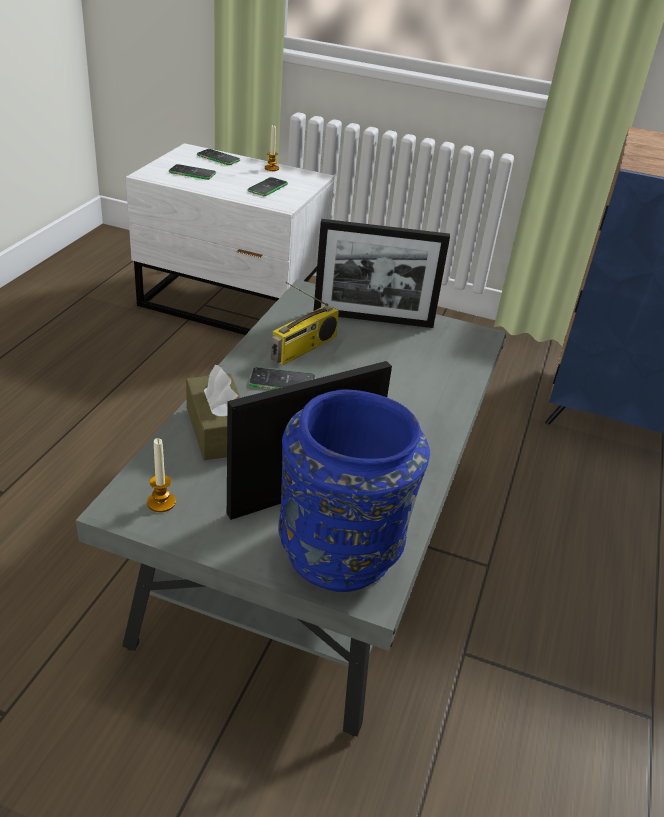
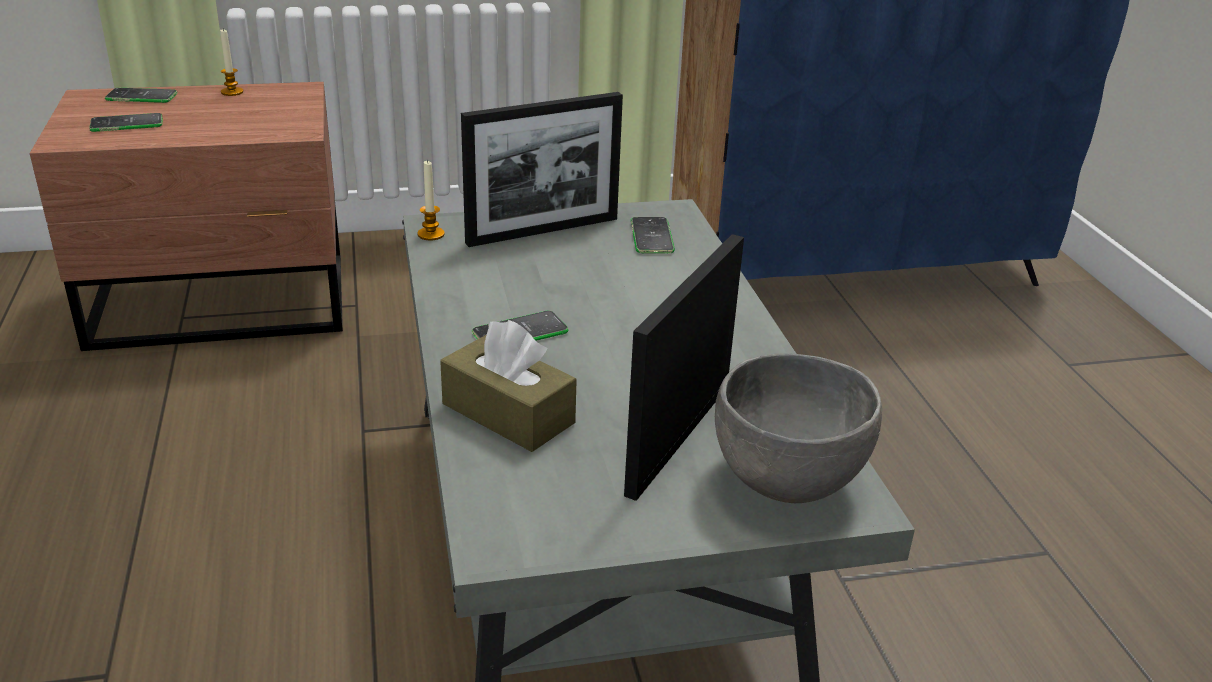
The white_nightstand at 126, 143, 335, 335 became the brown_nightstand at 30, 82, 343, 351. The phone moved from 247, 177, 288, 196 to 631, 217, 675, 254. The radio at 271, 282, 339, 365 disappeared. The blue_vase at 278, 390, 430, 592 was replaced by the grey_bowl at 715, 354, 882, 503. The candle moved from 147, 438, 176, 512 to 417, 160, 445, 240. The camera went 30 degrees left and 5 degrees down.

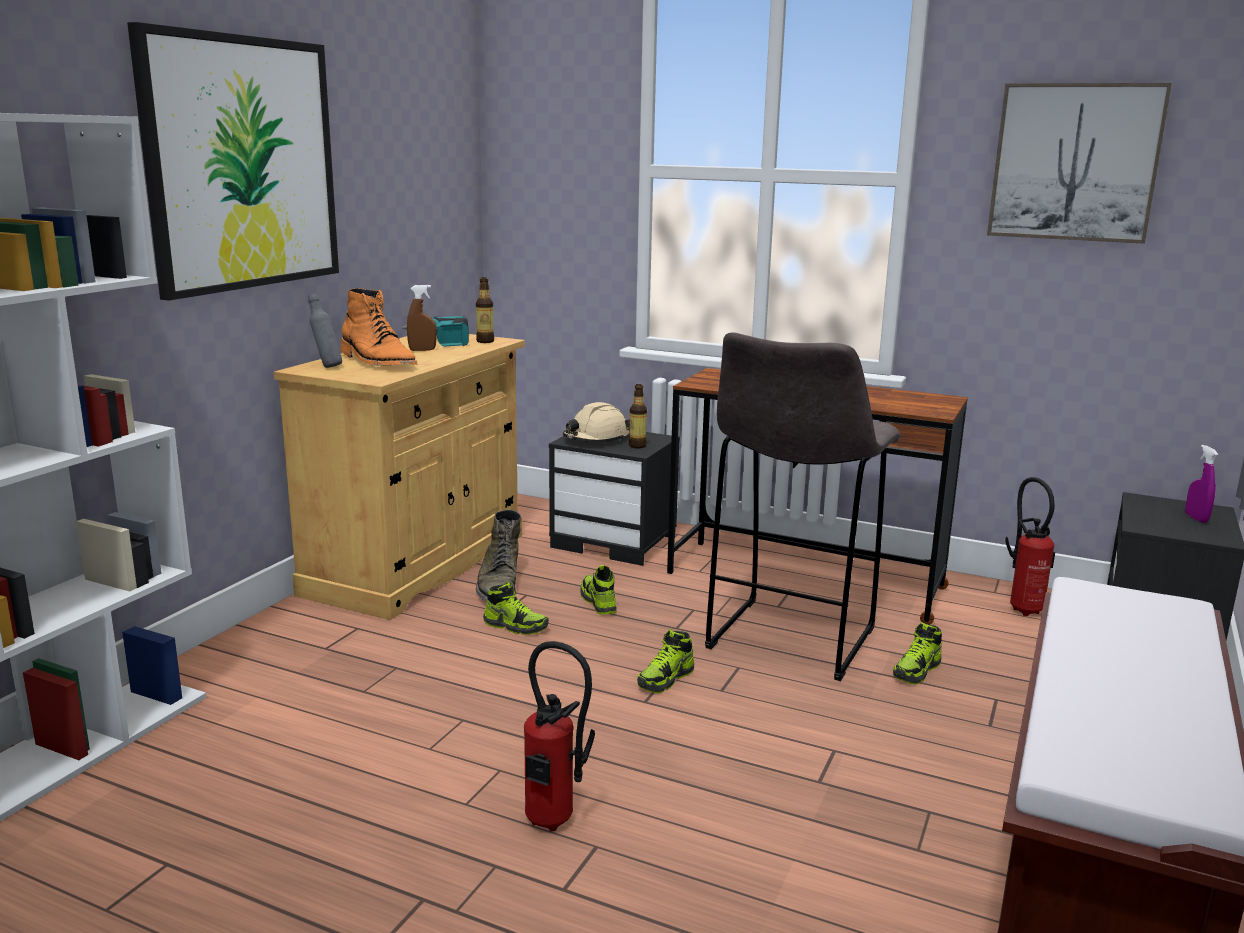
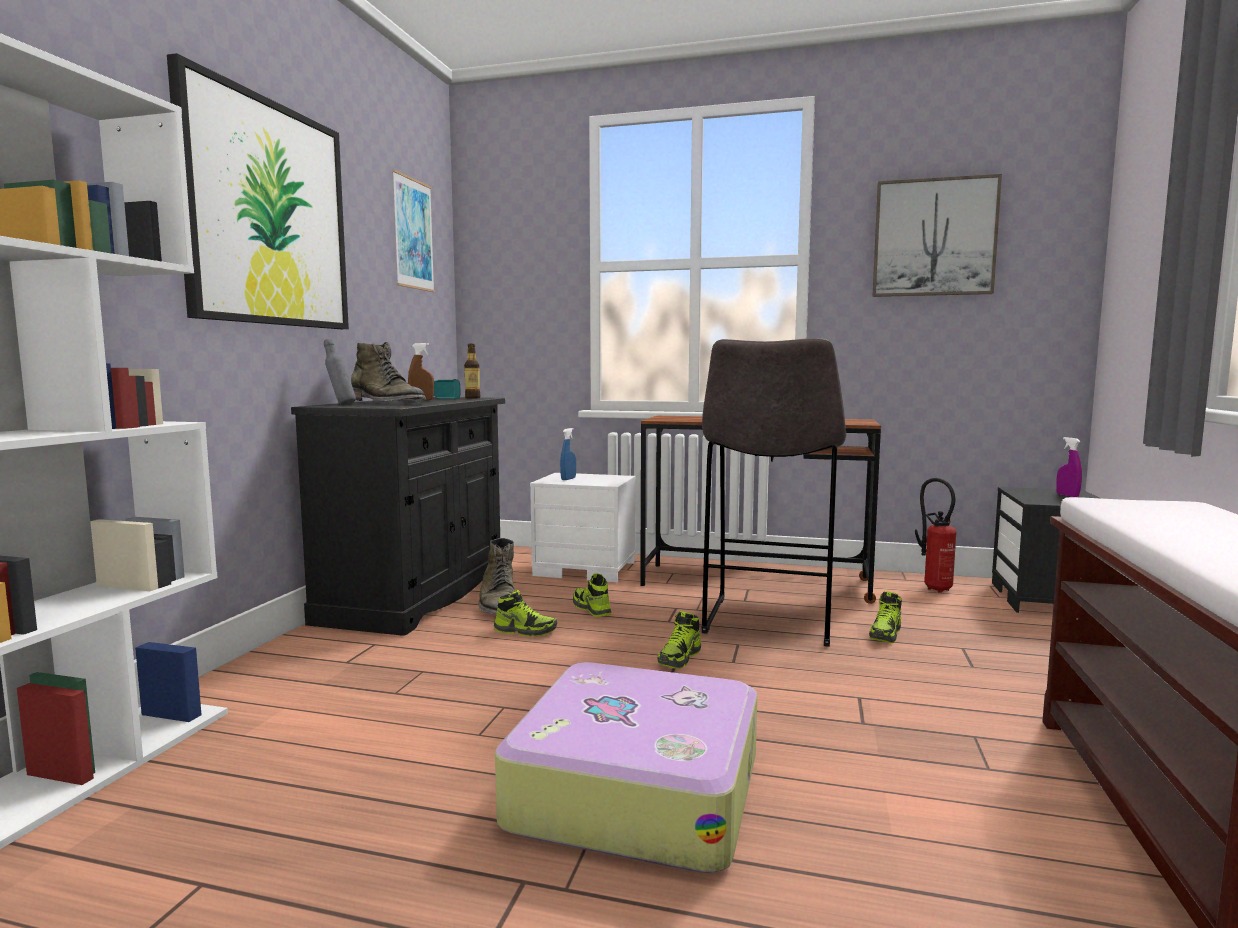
The orange_boot at 341, 288, 417, 366 became the green_boot at 351, 342, 426, 403. The beige_cabinet at 274, 334, 525, 620 became the black_cabinet at 291, 397, 505, 636. The bottle at 629, 384, 647, 448 disappeared. The beige_hard_hat at 563, 402, 630, 442 was replaced by the blue_spray_bottle at 560, 428, 576, 480. The black_nightstand at 549, 430, 680, 566 became the white_nightstand at 530, 473, 636, 582. The fire_extinguisher at 524, 641, 595, 831 was replaced by the suitcase at 495, 662, 757, 873. The picture at 392, 169, 435, 292 appeared. The camera went 10 degrees left and 10 degrees down.

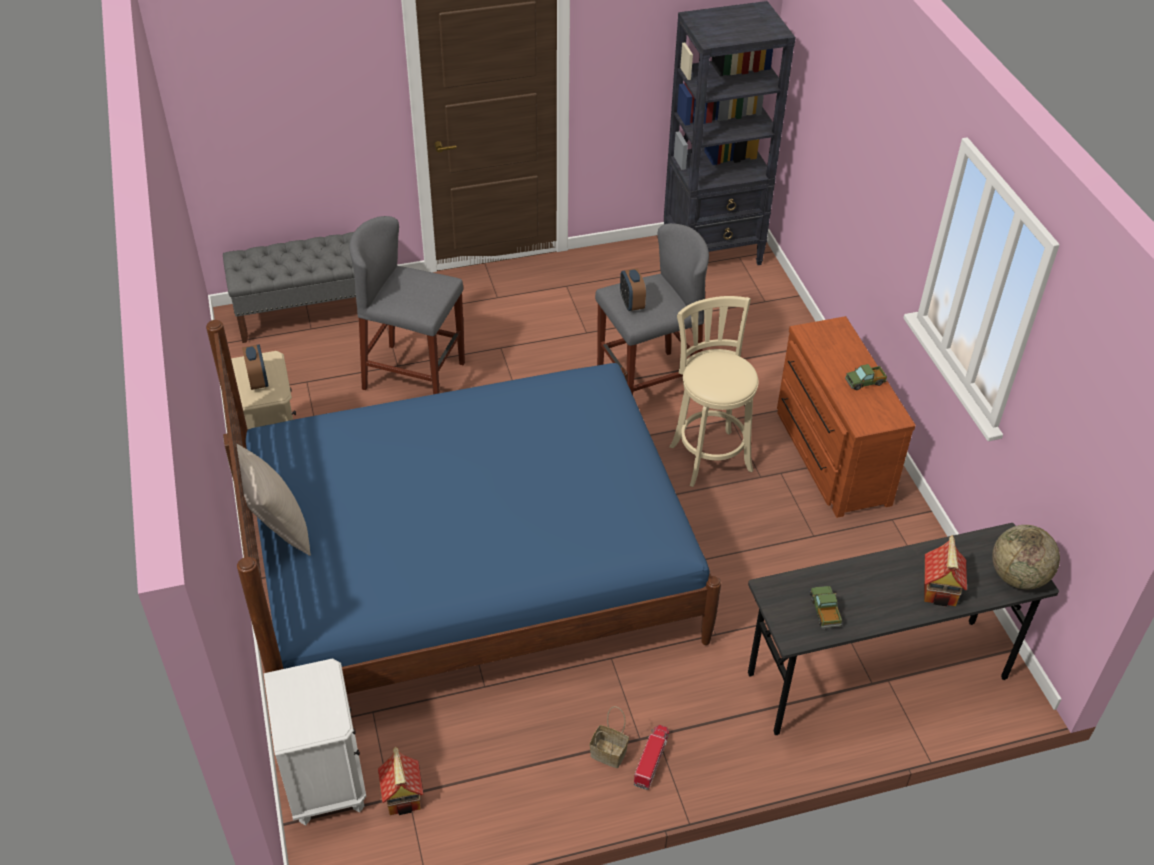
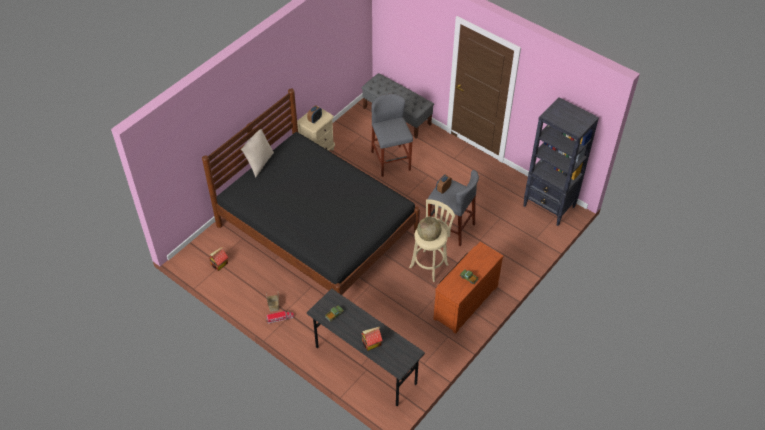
The blue_bed at 206, 320, 721, 694 became the black_bed at 202, 88, 420, 295. The globe moved from 992, 525, 1060, 589 to 417, 217, 442, 241. The white_nightstand at 264, 658, 366, 826 disappeared. The camera went 55 degrees right and 5 degrees up.

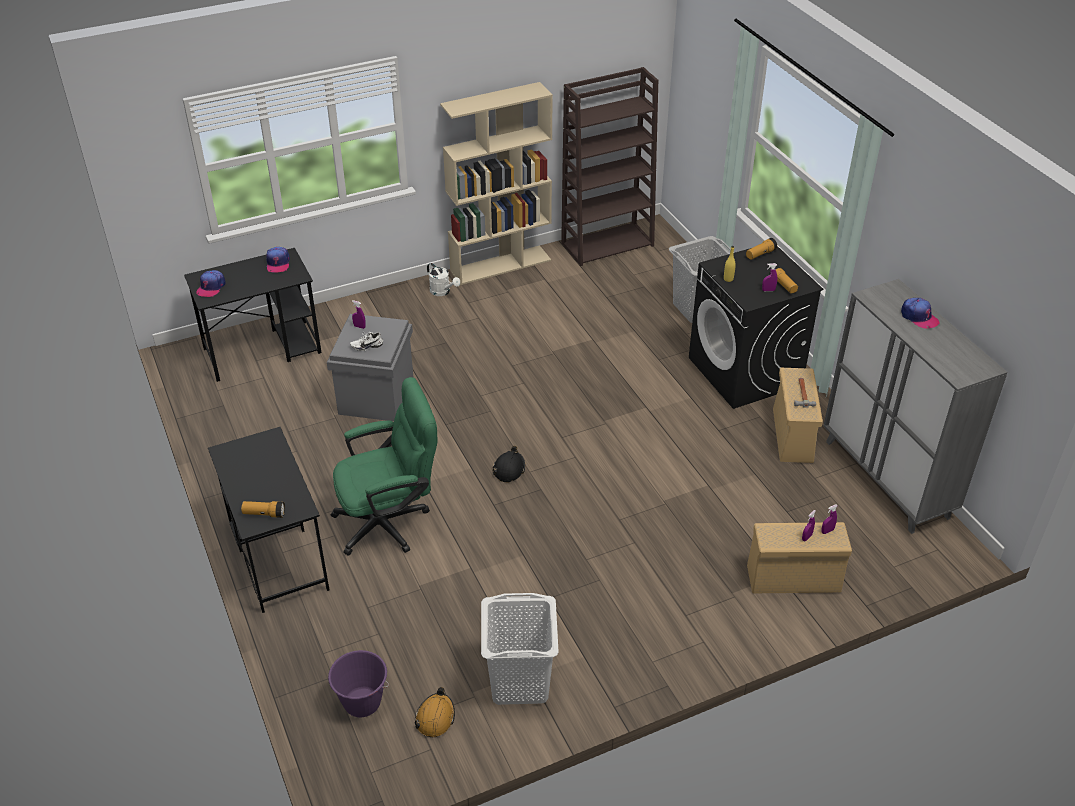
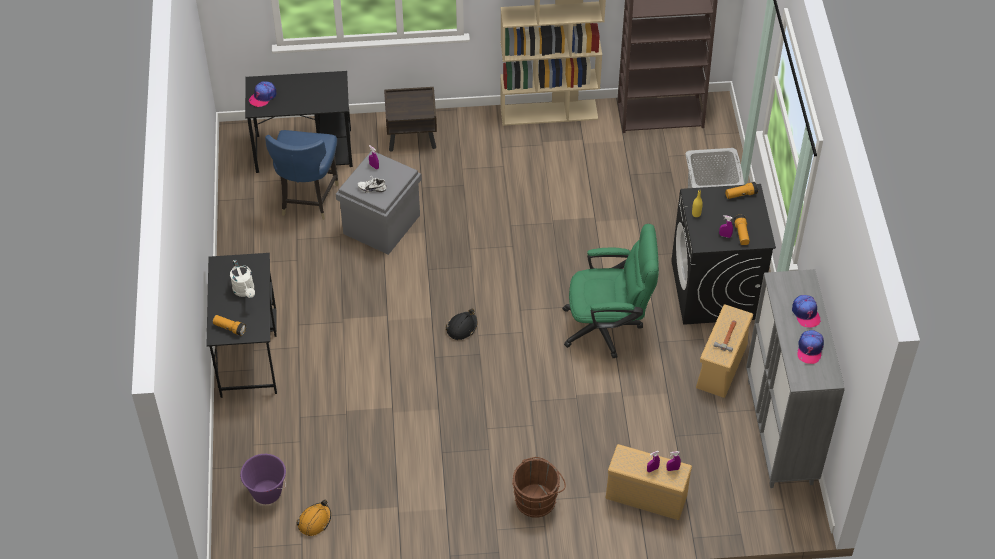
The cap moved from 266, 247, 290, 273 to 797, 330, 824, 364. The white_watering_can moved from 427, 263, 460, 296 to 230, 260, 255, 298. The green_office_chair moved from 331, 377, 437, 555 to 562, 224, 659, 358. The white_laundry_basket at 481, 593, 559, 705 disappeared. The brown_nightstand at 384, 87, 437, 152 appeared. The blue_chair at 265, 130, 339, 220 appeared. The brown_bucket at 512, 457, 566, 518 appeared. The camera went 20 degrees right and 10 degrees up.

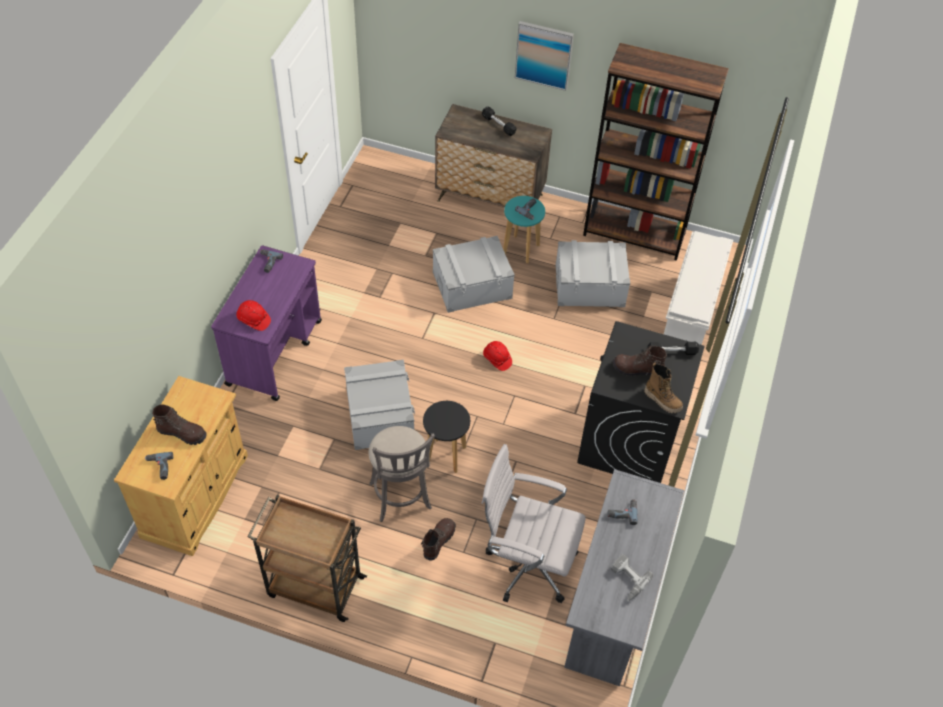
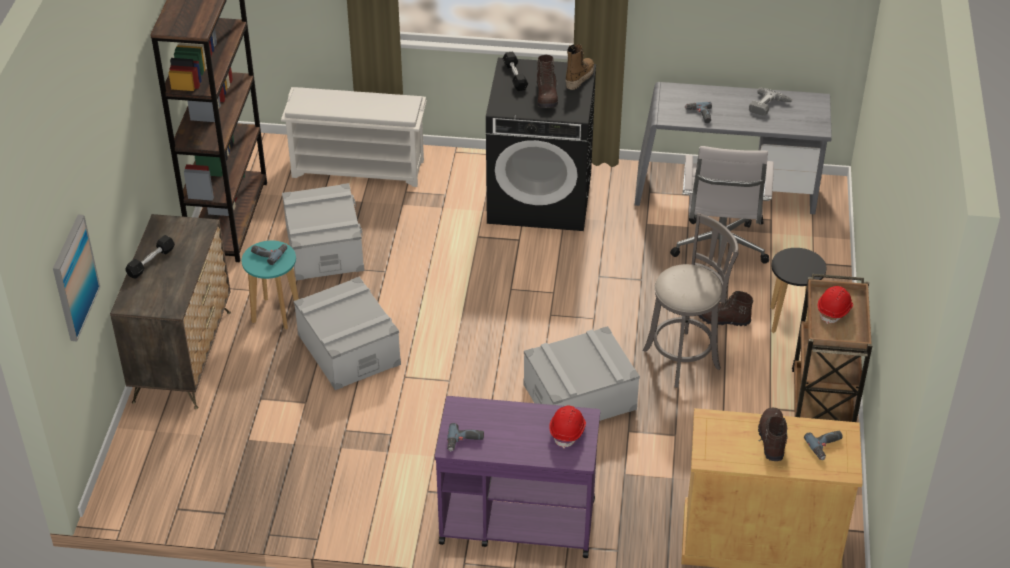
The picture moved from 515, 21, 574, 91 to 53, 215, 100, 341. The red_hard_hat moved from 483, 341, 512, 371 to 818, 286, 853, 324. The black_stool moved from 423, 401, 470, 473 to 770, 248, 826, 333. The camera went 100 degrees left and 10 degrees down.

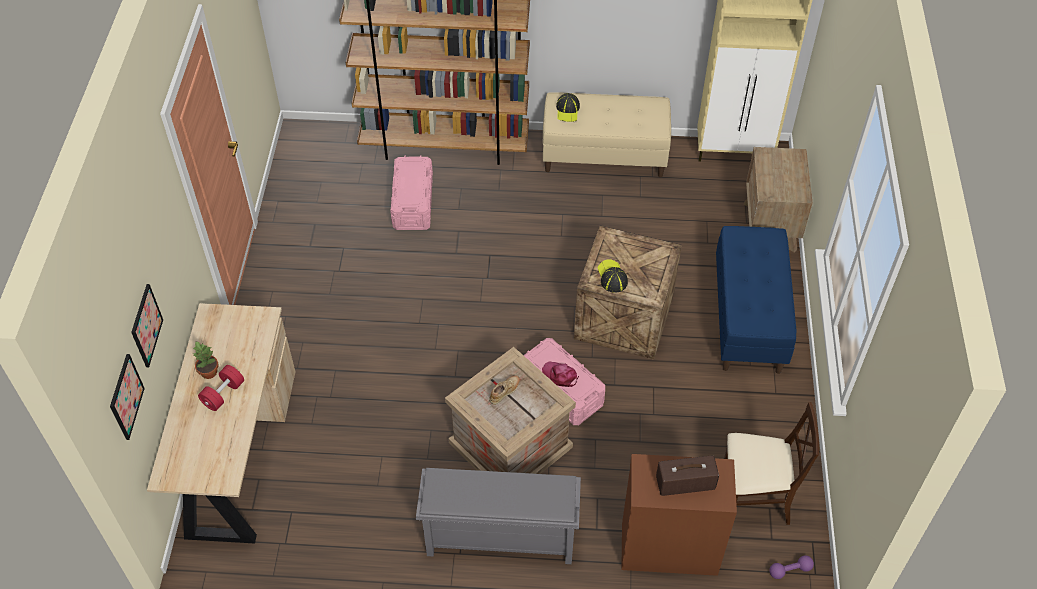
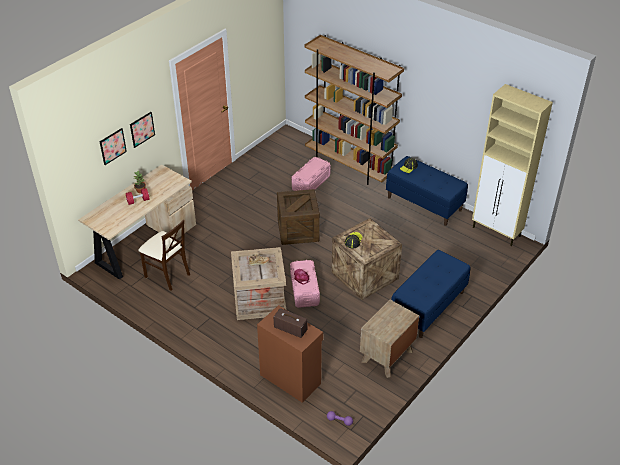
The beige_bench at 543, 92, 671, 177 became the blue_bench at 386, 156, 468, 226. The brown_nightstand moved from 743, 147, 813, 253 to 360, 300, 419, 378. The picture moved from 110, 354, 145, 440 to 130, 112, 155, 148. The beige_chair moved from 724, 402, 819, 525 to 138, 220, 190, 291. The grey_shoe_rack at 416, 468, 581, 564 disappeared. The crate at 277, 189, 320, 245 appeared. The camera went 35 degrees right and 10 degrees down.

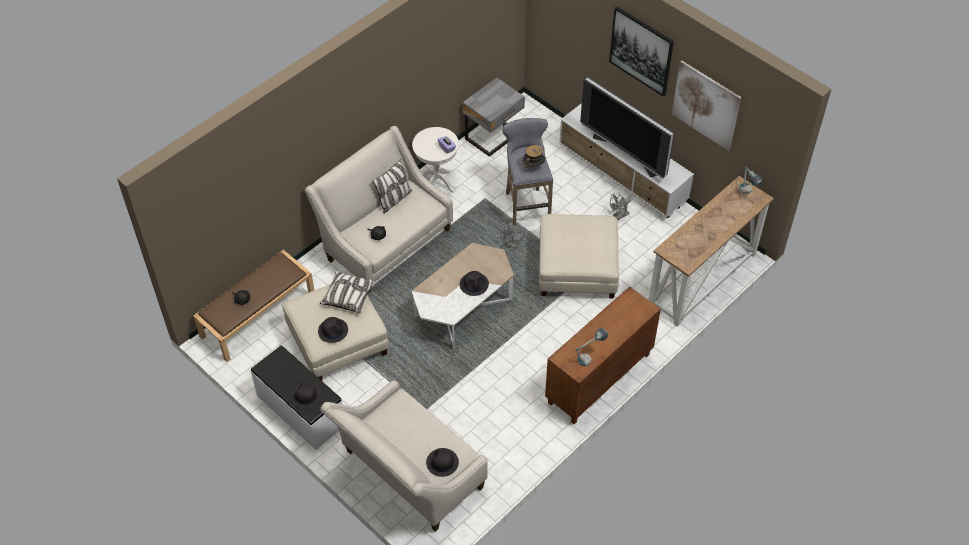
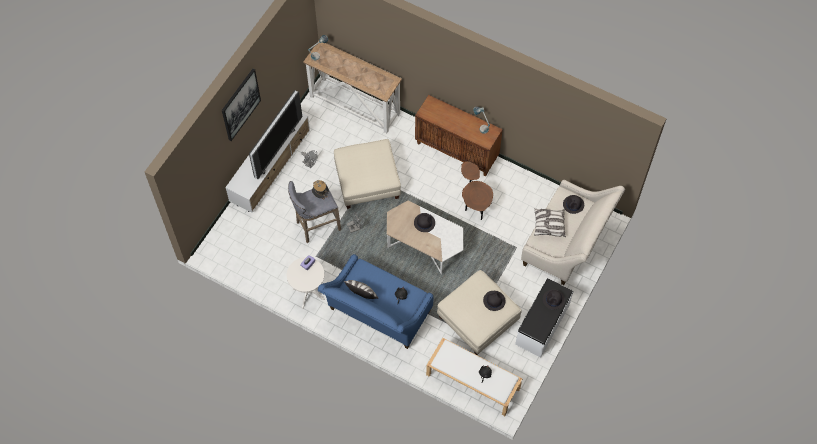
The picture at 672, 60, 741, 151 disappeared. The grey_nightstand at 463, 78, 525, 157 disappeared. The beige_sofa at 305, 126, 453, 293 became the blue_sofa at 318, 254, 433, 349. The brown_bench at 193, 250, 314, 362 became the white_bench at 426, 338, 522, 416. The pillow moved from 320, 270, 375, 313 to 534, 208, 566, 237. The brown_side_table at 461, 161, 493, 220 appeared. The camera went 105 degrees left and 10 degrees up.

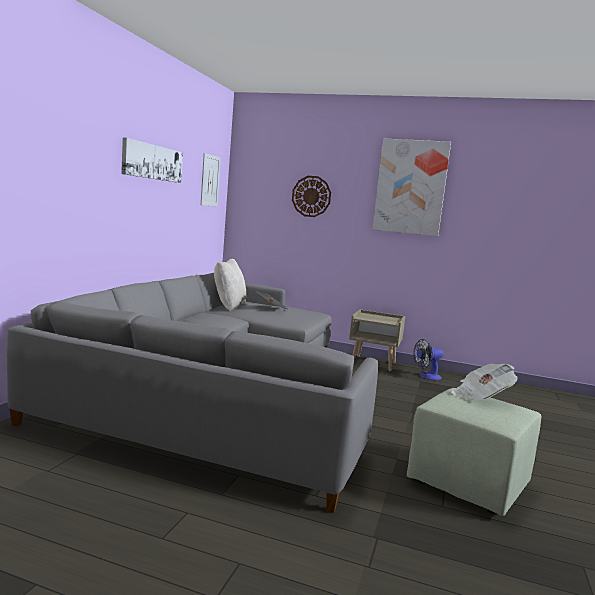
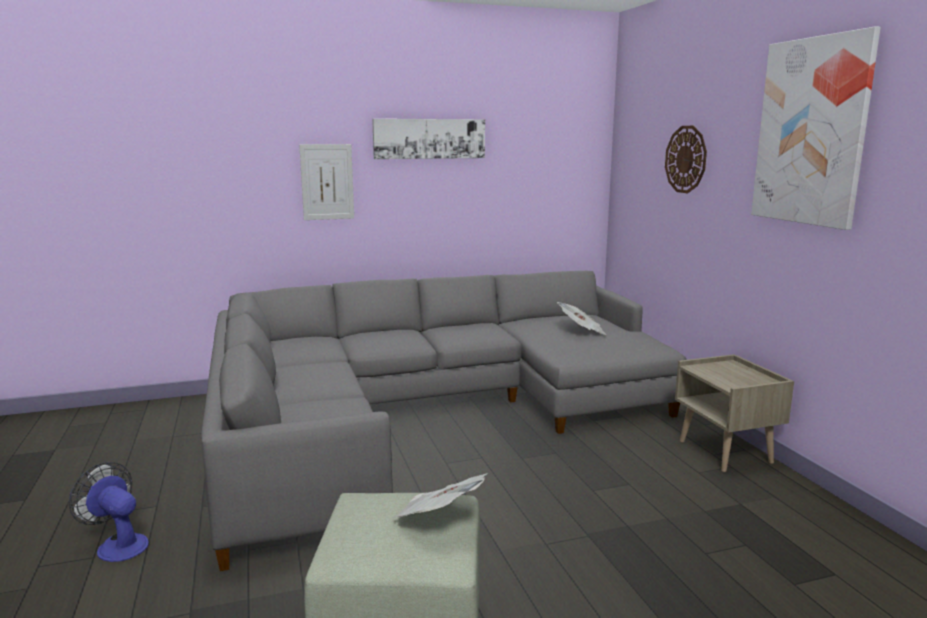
The picture moved from 201, 153, 221, 207 to 299, 144, 354, 220. The beige_pillow at 214, 259, 246, 311 disappeared. The fan moved from 413, 339, 444, 380 to 68, 462, 149, 562. The camera went 55 degrees right and 5 degrees up.

